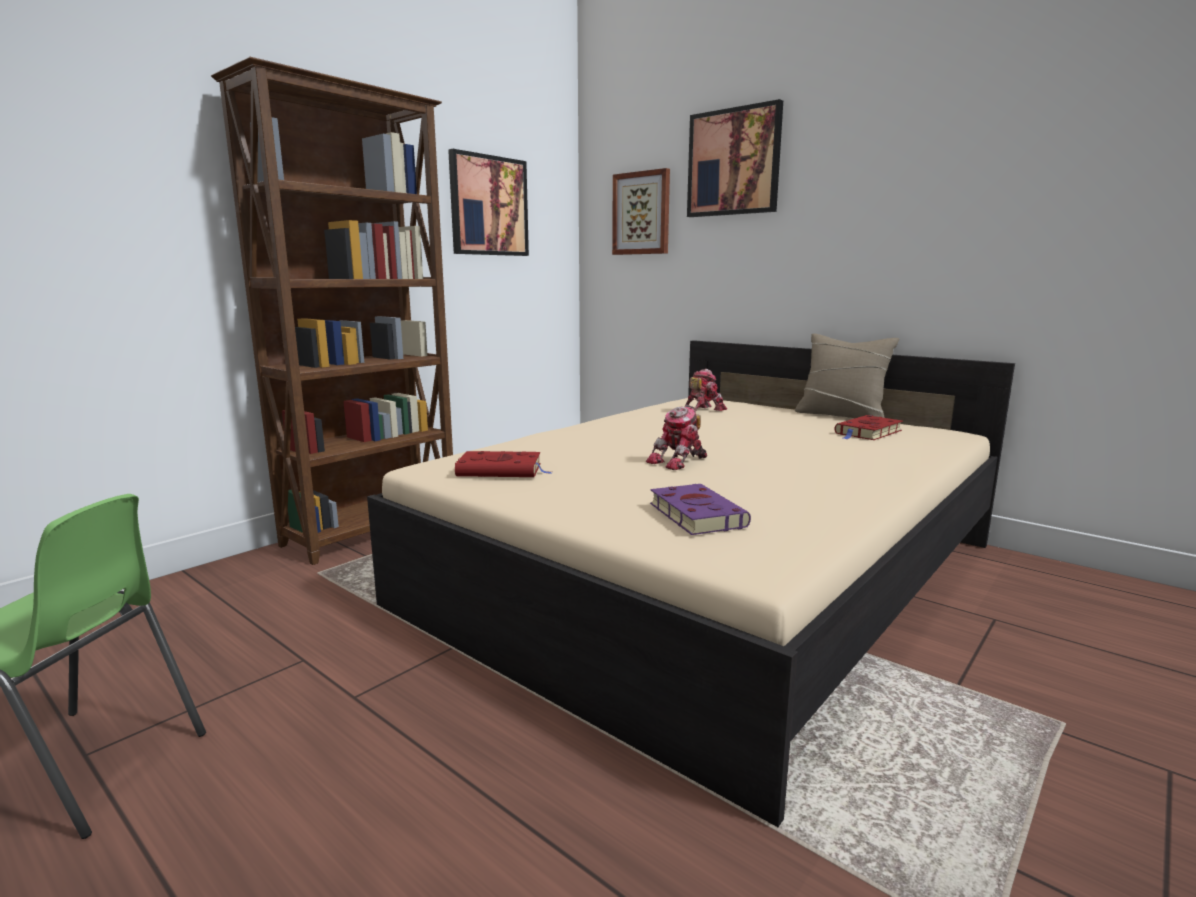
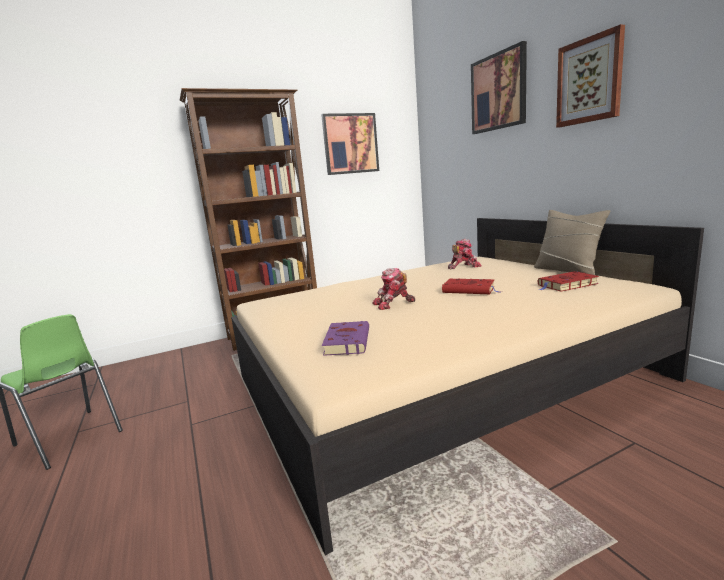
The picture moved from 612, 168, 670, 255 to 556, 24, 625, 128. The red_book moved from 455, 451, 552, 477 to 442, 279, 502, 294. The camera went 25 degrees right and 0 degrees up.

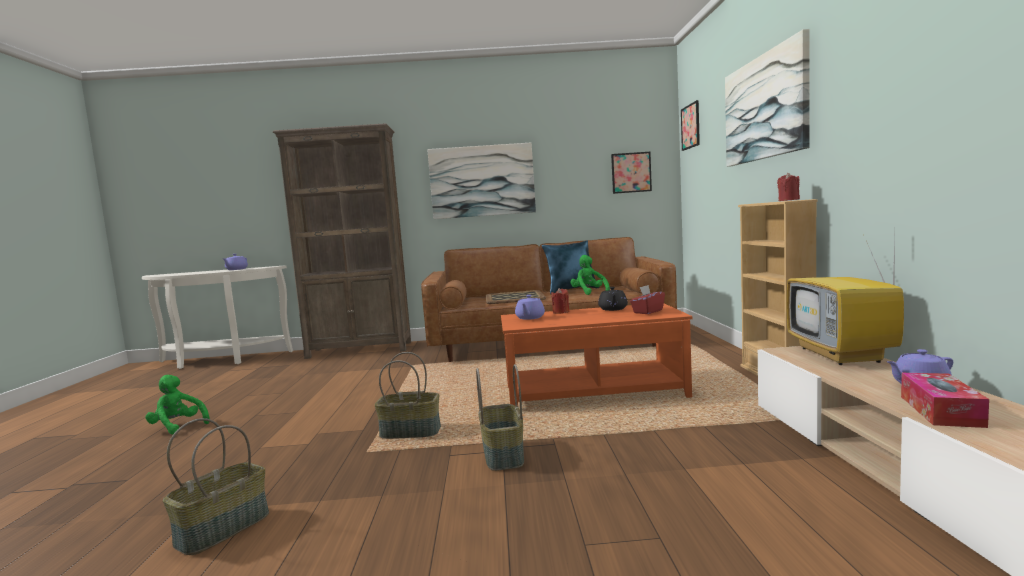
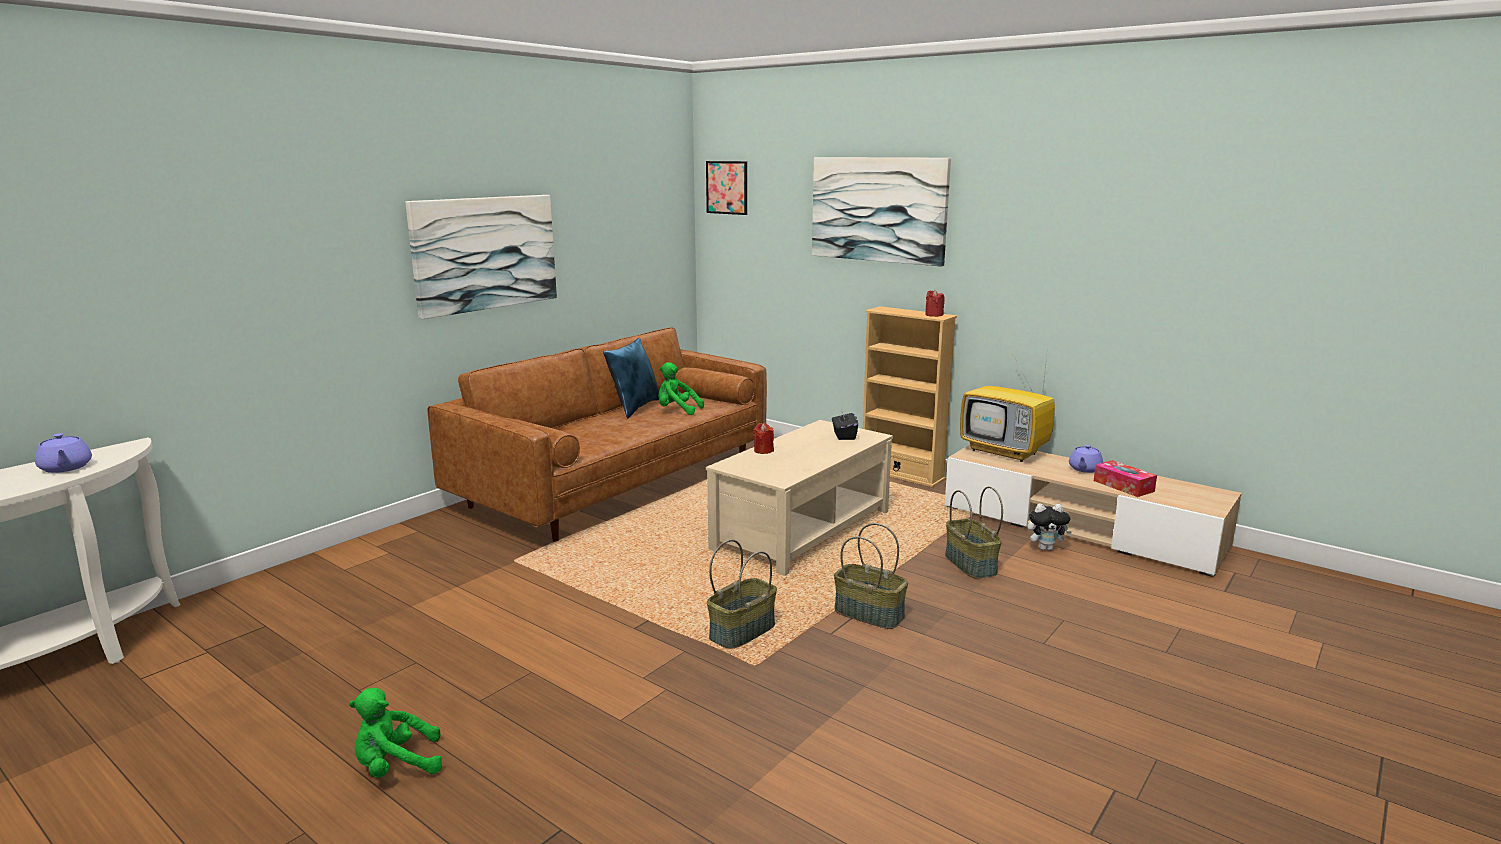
The brown_bookcase at 273, 123, 411, 359 disappeared. The picture at 611, 152, 652, 194 disappeared. The red_tissue_box at 630, 285, 665, 314 became the black_tissue_box at 832, 409, 858, 440. The black_teapot at 598, 287, 628, 311 disappeared. The tray at 486, 290, 546, 304 disappeared. The purple_teapot at 515, 295, 545, 320 disappeared. The orange_coffee_table at 501, 304, 693, 406 became the beige_coffee_table at 706, 420, 893, 576. The basket moved from 163, 418, 269, 555 to 945, 486, 1003, 579. The plush_toy at 1027, 504, 1072, 551 appeared. The camera went 50 degrees left and 10 degrees up.

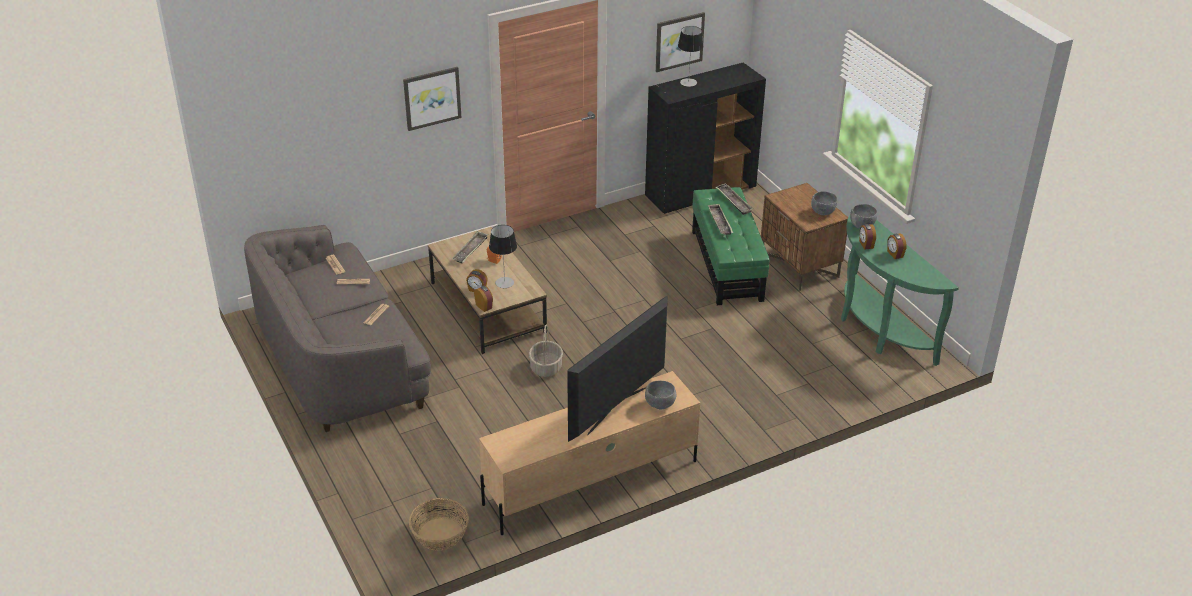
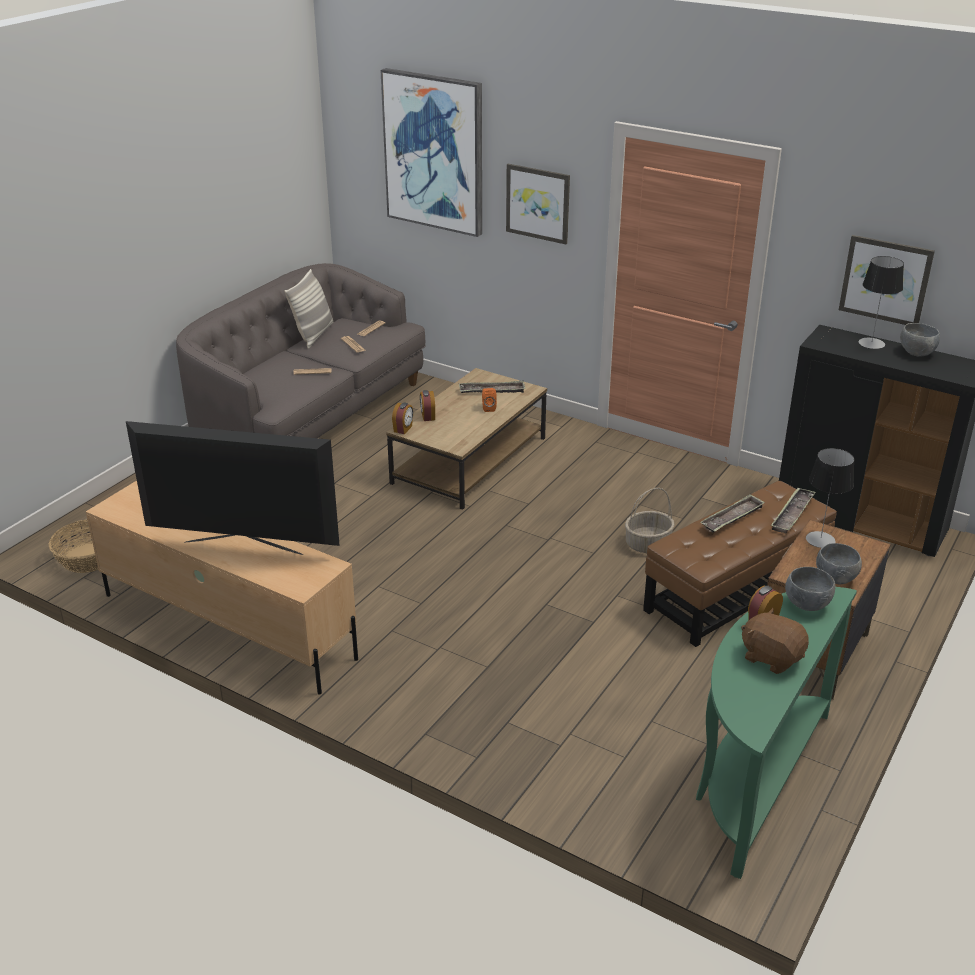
The green_ottoman at 692, 187, 769, 305 became the brown_ottoman at 643, 481, 837, 647. The table_lamp moved from 489, 225, 517, 288 to 806, 448, 854, 548. The alarm_clock at 887, 233, 907, 259 was replaced by the brown_plush_toy at 741, 608, 809, 674. The basket moved from 529, 325, 563, 377 to 625, 488, 674, 553. The grey_bowl moved from 645, 380, 676, 409 to 900, 323, 940, 357. The picture at 380, 68, 482, 237 appeared. The pillow at 284, 269, 333, 349 appeared. The camera went 60 degrees right and 5 degrees down.

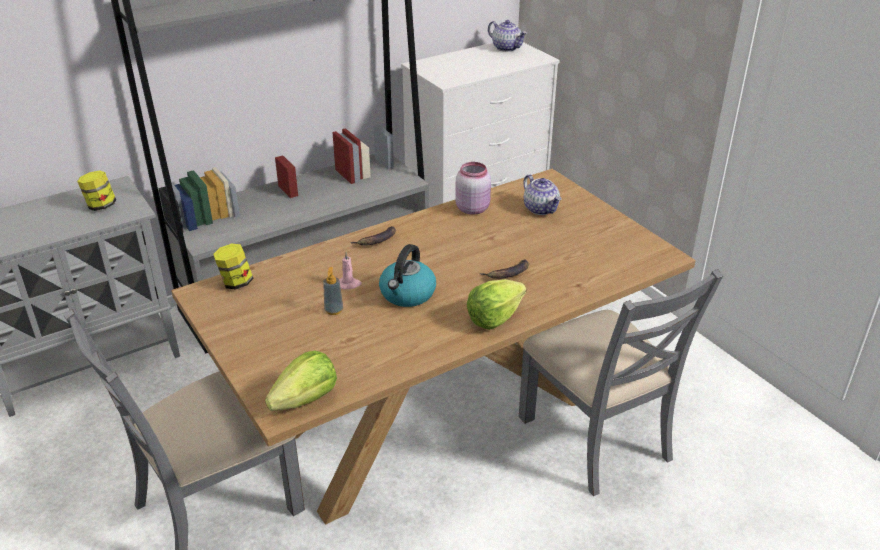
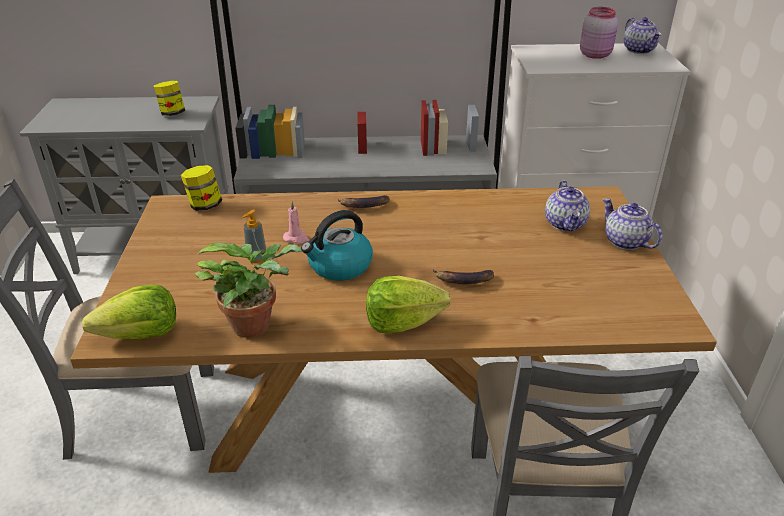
The pink_jar moved from 455, 162, 491, 215 to 580, 7, 618, 59. The teapot at 603, 198, 663, 250 appeared. The potted_plant at 195, 243, 303, 338 appeared. The camera went 30 degrees right and 0 degrees up.

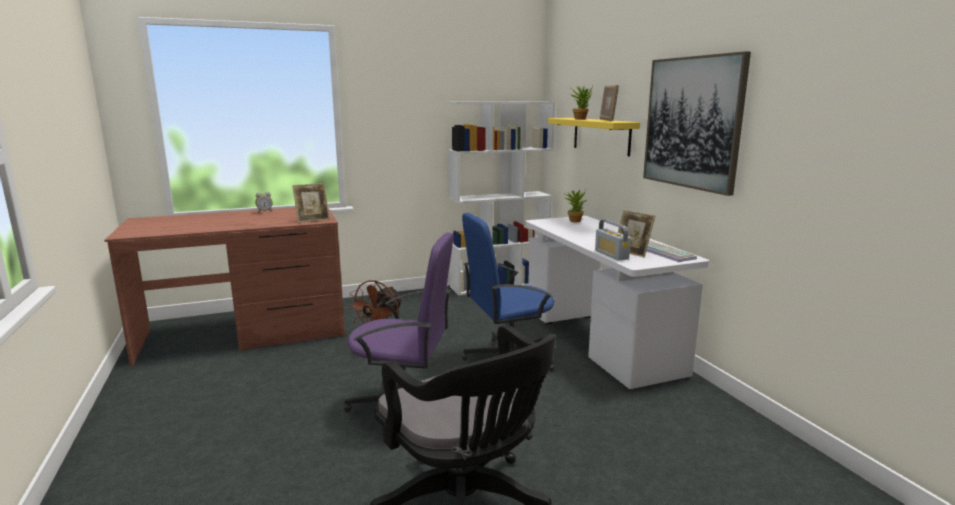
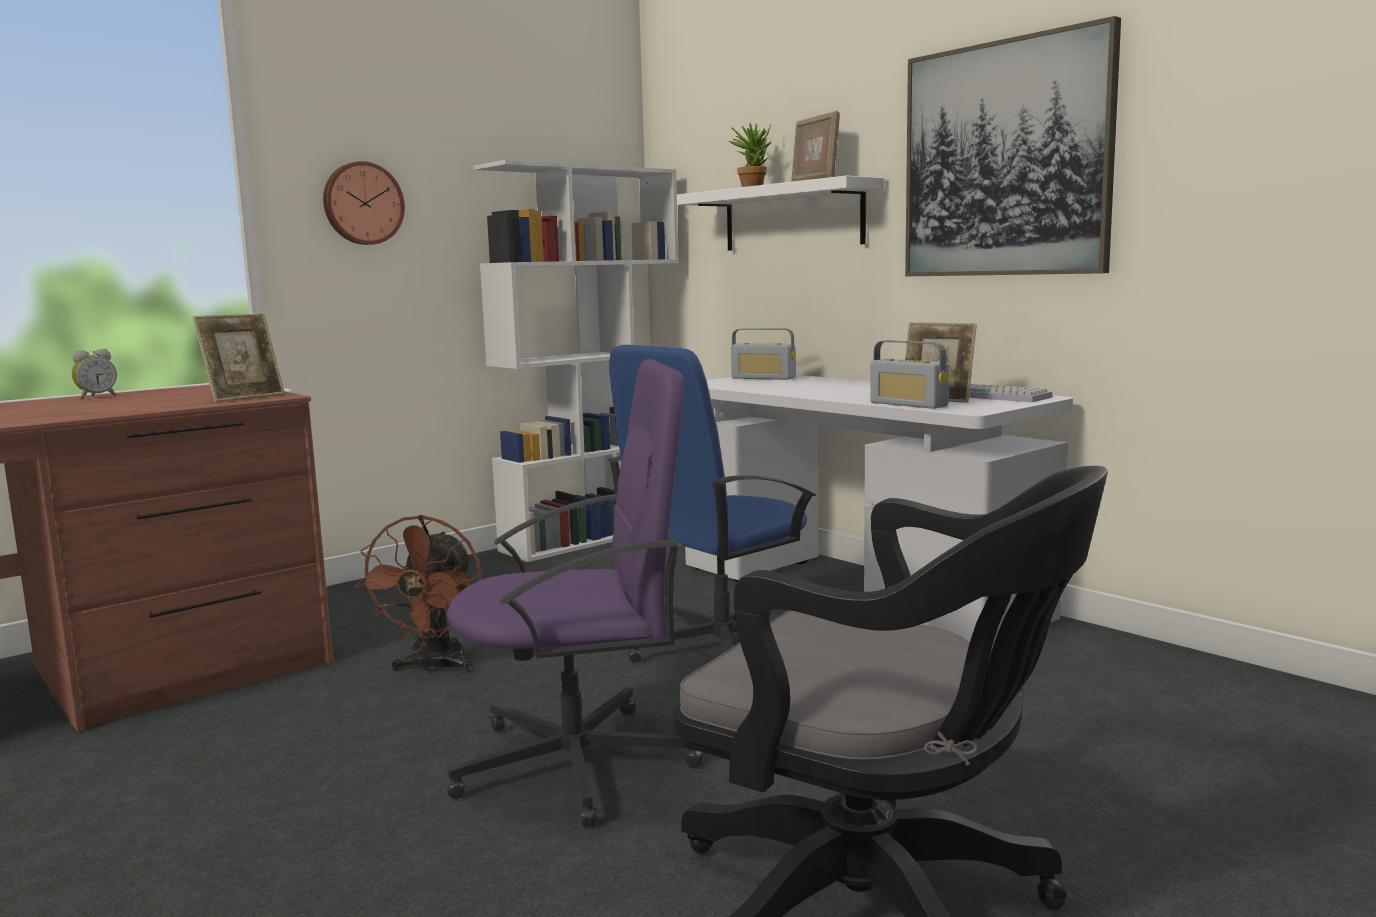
The yellow_shelf at 547, 118, 640, 156 became the white_shelf at 677, 175, 885, 251. The potted_plant at 564, 189, 588, 222 was replaced by the radio at 731, 328, 796, 380. The wall_clock at 323, 161, 405, 245 appeared. The camera went 20 degrees left and 5 degrees down.

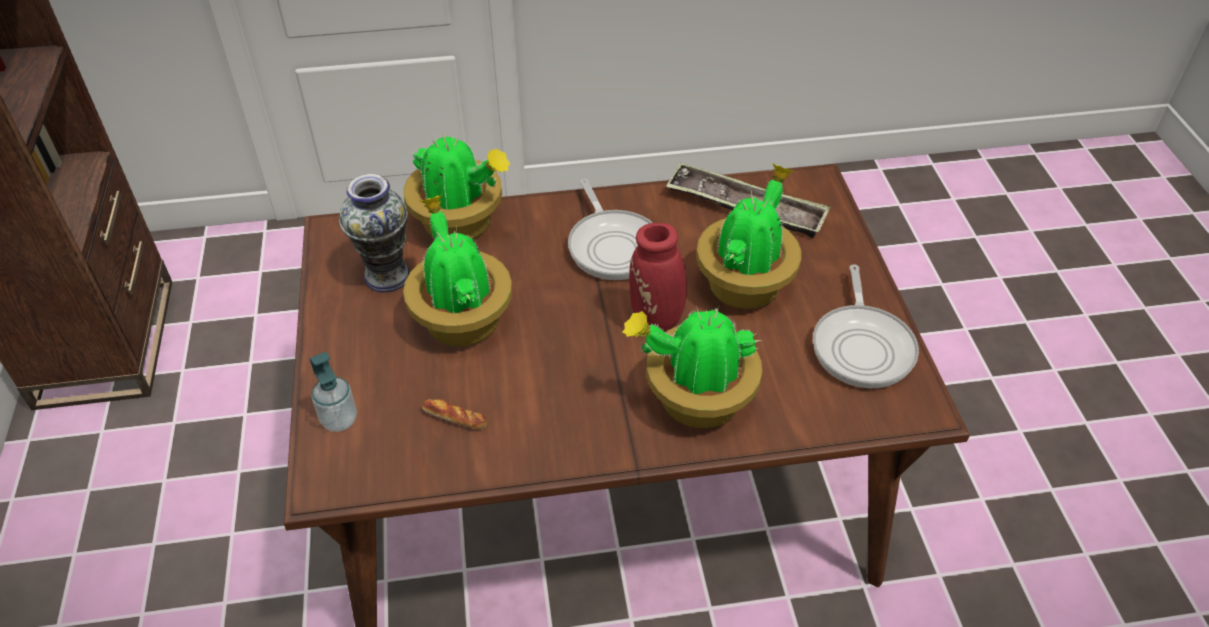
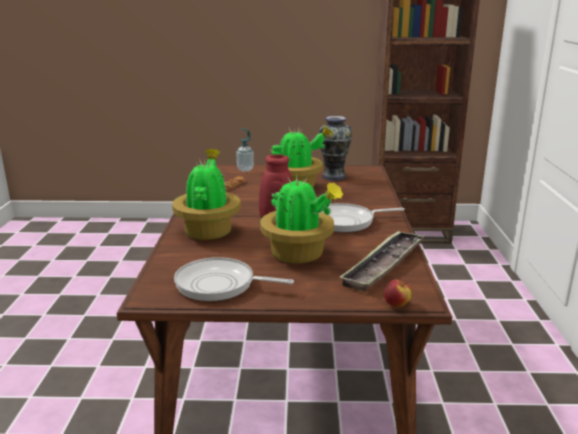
The potted_plant at 403, 129, 510, 239 disappeared. The apple at 384, 279, 411, 307 appeared. The camera went 100 degrees right and 25 degrees down.

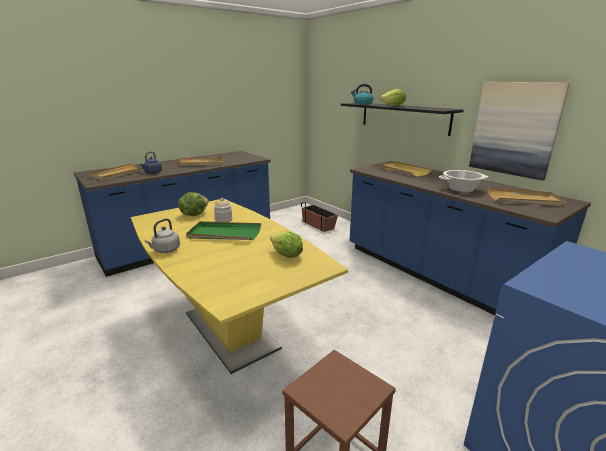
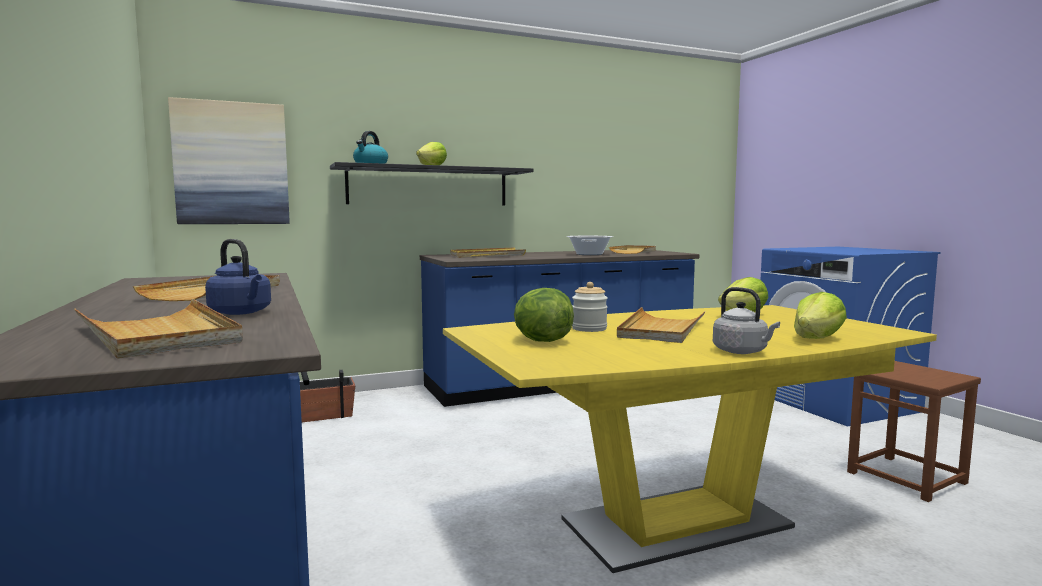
The picture moved from 469, 82, 570, 181 to 168, 97, 290, 224. The green_tray at 186, 221, 261, 240 became the beige_tray at 617, 307, 706, 343. The lettuce at 794, 292, 847, 339 appeared. The camera went 75 degrees left and 15 degrees down.

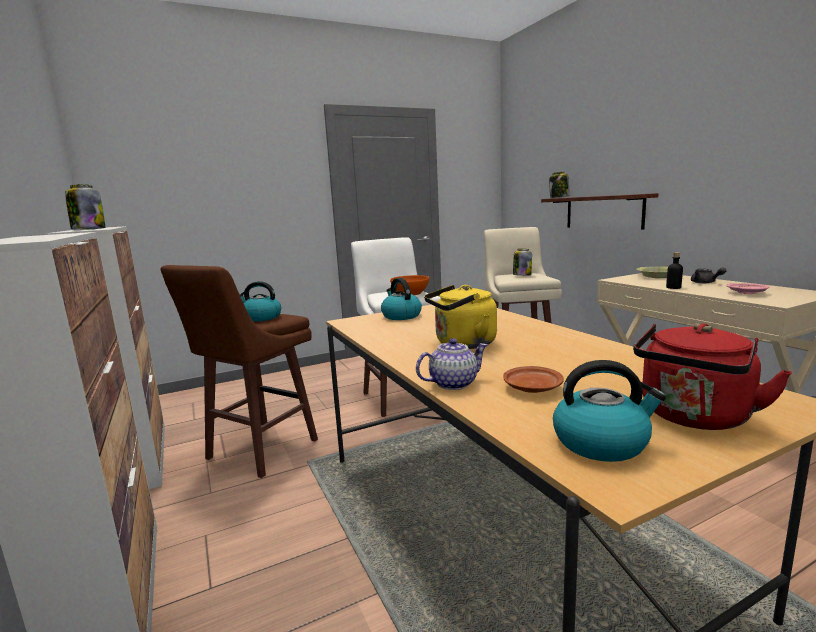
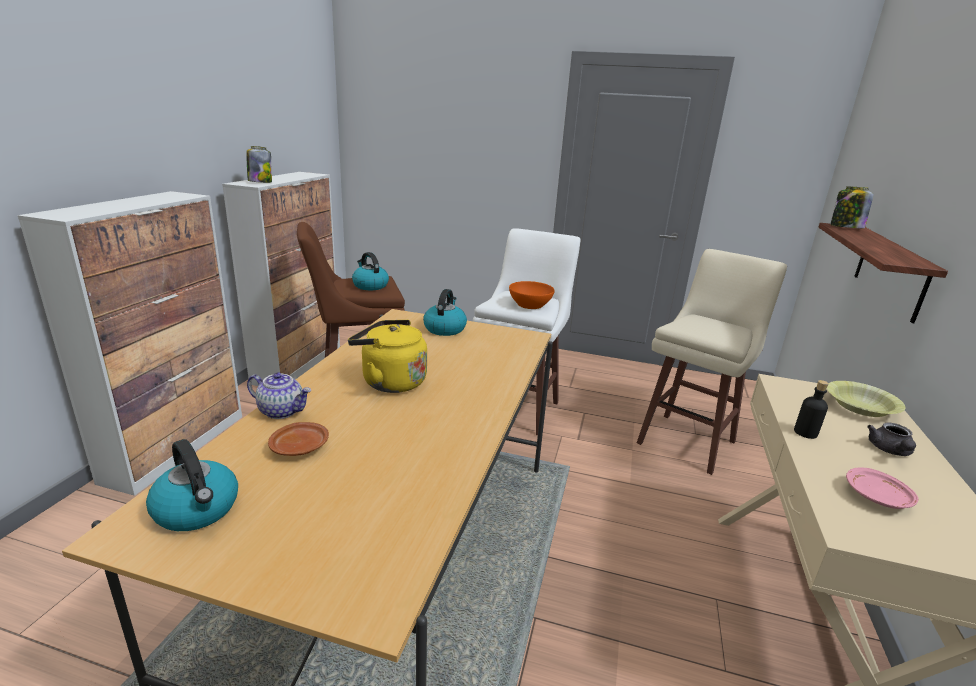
The jar at 513, 249, 532, 276 disappeared. The red_kettle at 633, 323, 792, 430 disappeared. The camera went 40 degrees right and 10 degrees up.

